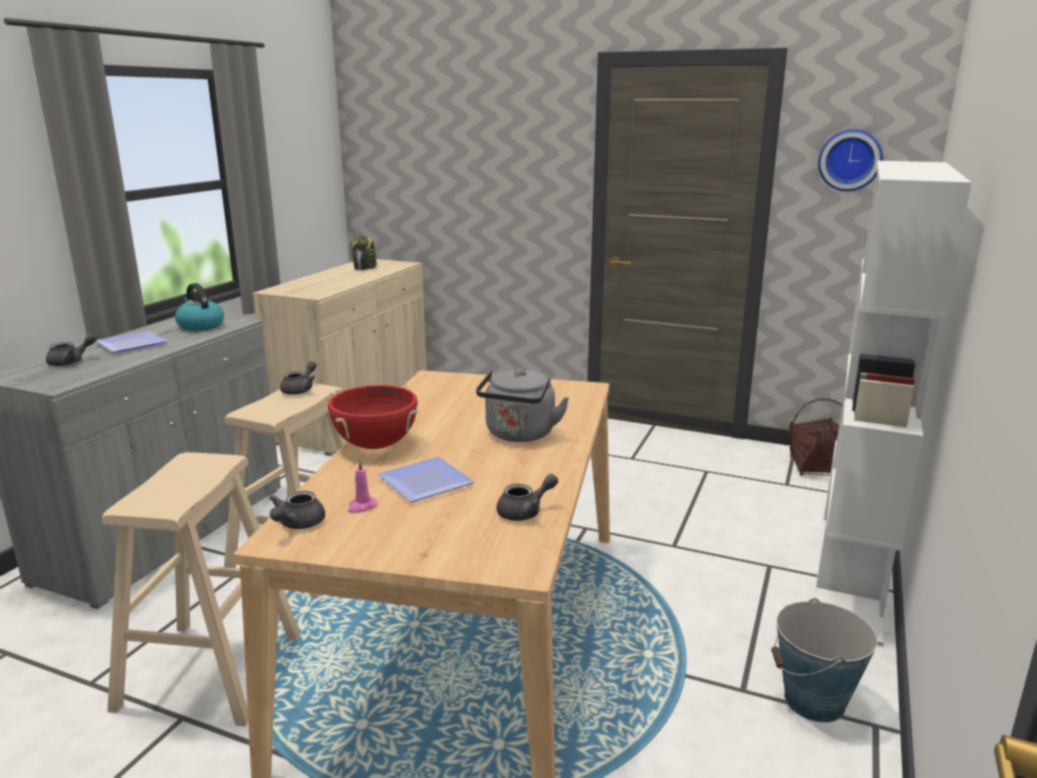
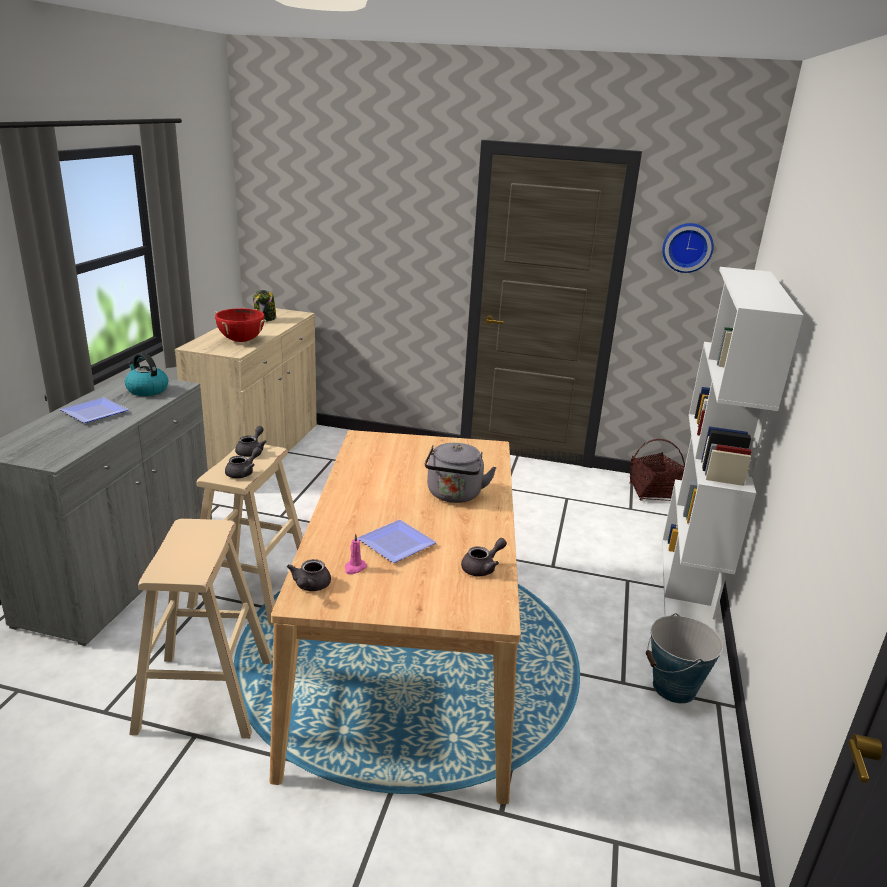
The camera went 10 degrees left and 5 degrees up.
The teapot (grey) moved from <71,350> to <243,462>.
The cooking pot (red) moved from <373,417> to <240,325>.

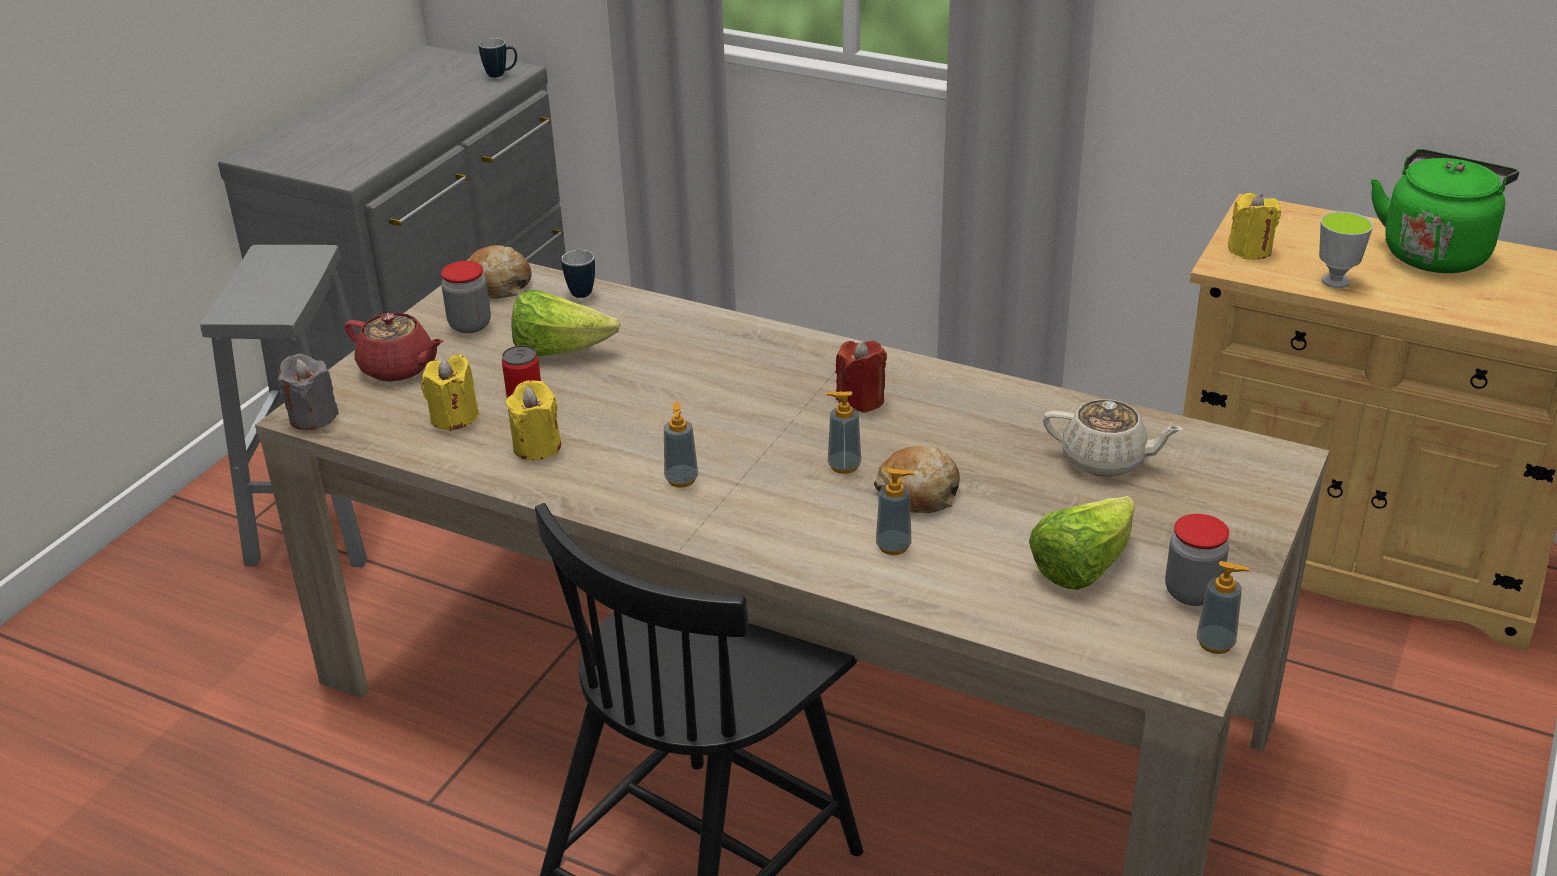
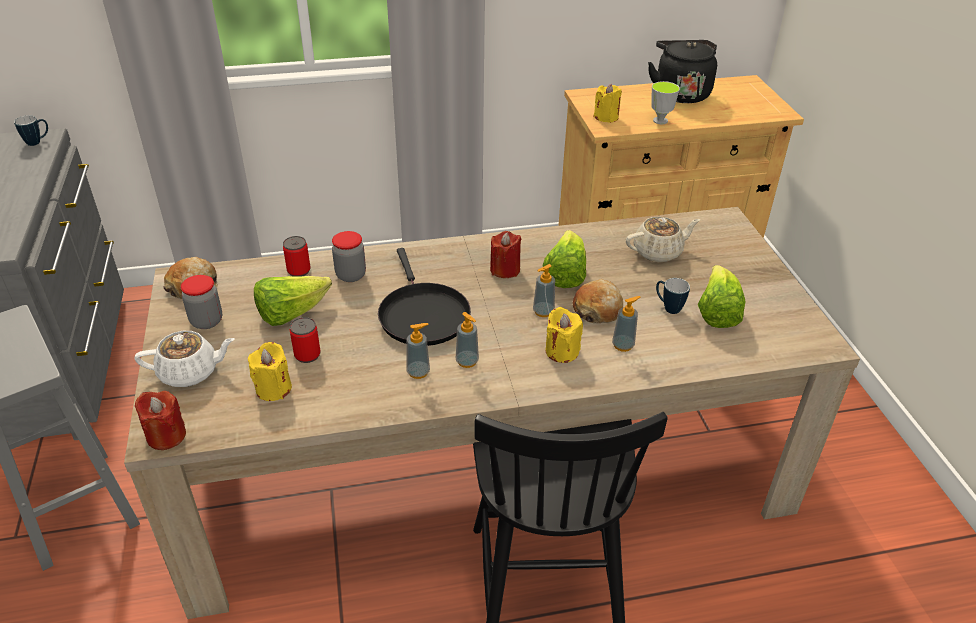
The camera went 40 degrees left and 5 degrees up.
The kettle (green) at <1445,211> became the kettle (black) at <682,71>.
The mug moved from <578,274> to <673,296>.
The teapot (red) at <394,347> became the teapot (white) at <185,359>.
The candle (grey) at <308,391> became the candle (red) at <160,420>.
The candle (yellow) moved from <533,420> to <564,335>.
The jar moved from <1197,560> to <349,256>.
The soap dispenser moved from <1223,607> to <418,351>.
The lettuce at <564,259> appeared.
The can at <296,256> appeared.
The frying pan (black) at <424,297> appeared.

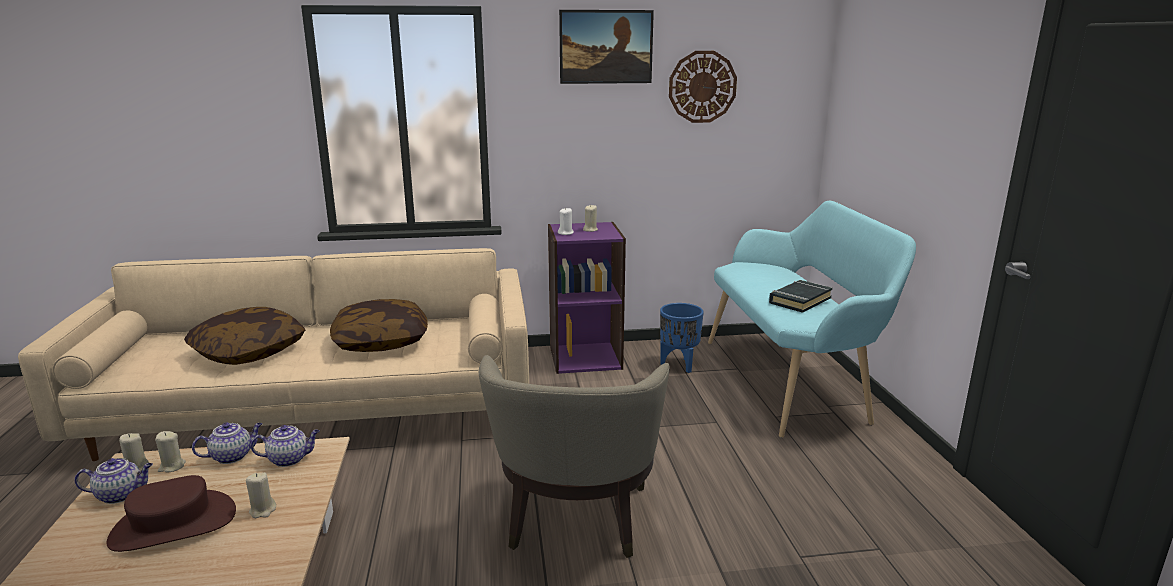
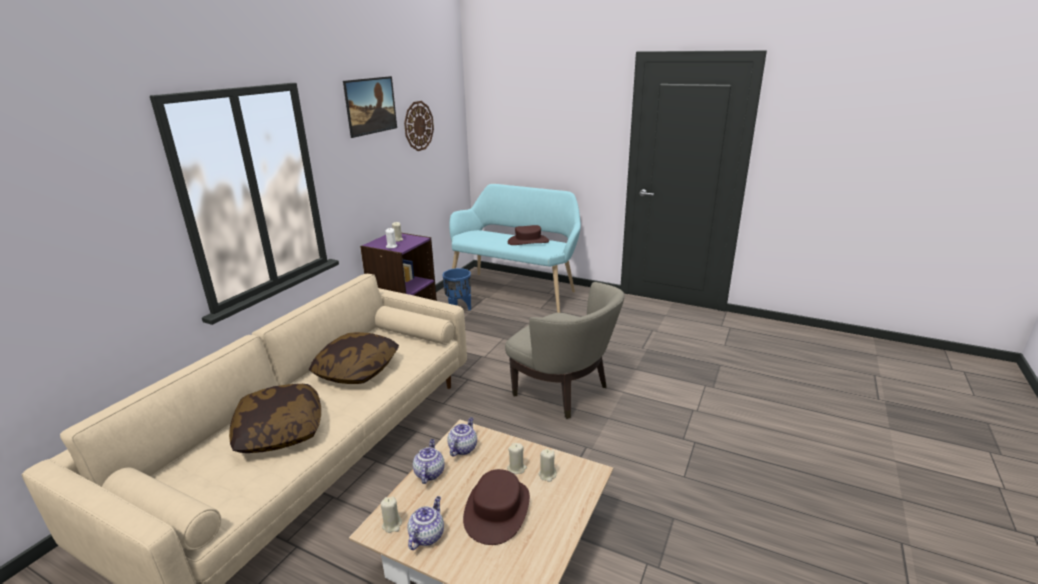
The camera went 55 degrees left and 5 degrees up.
The book (black) at <801,296> was replaced by the hat (brown) at <528,235>.
The candle (beige) moved from <170,452> to <548,465>.

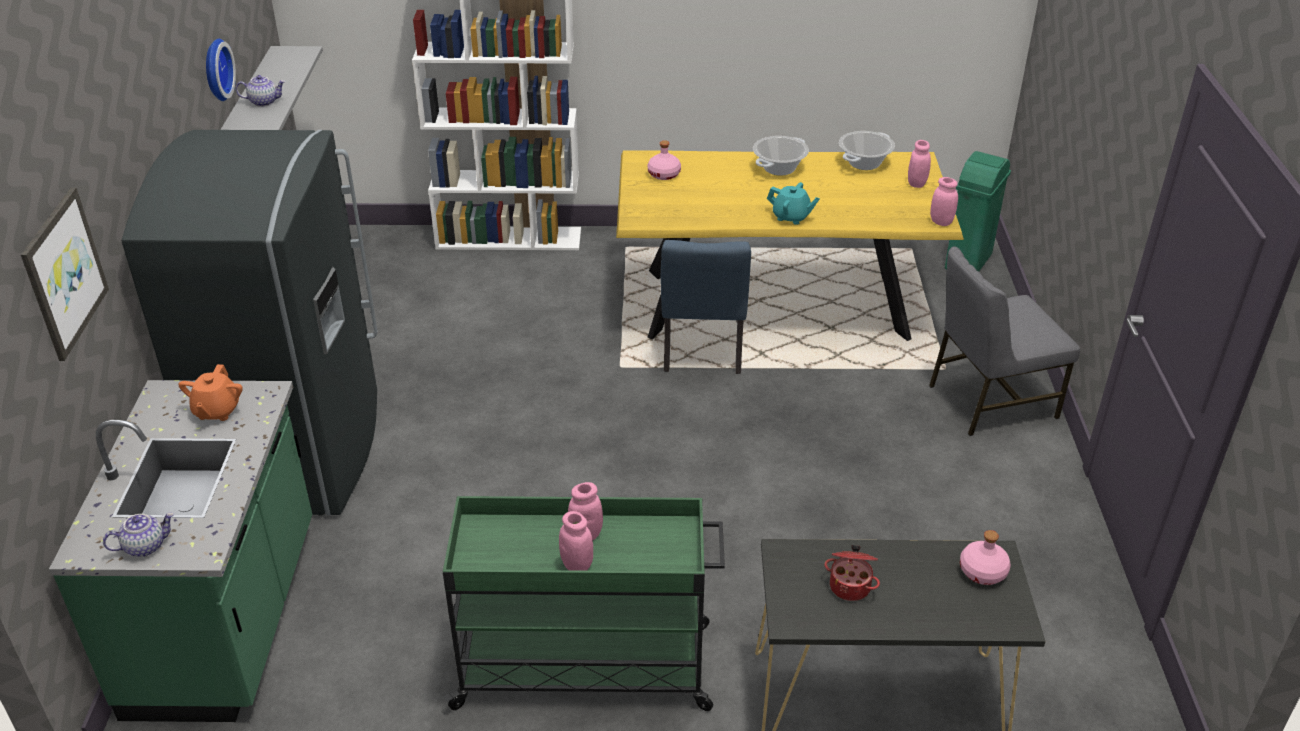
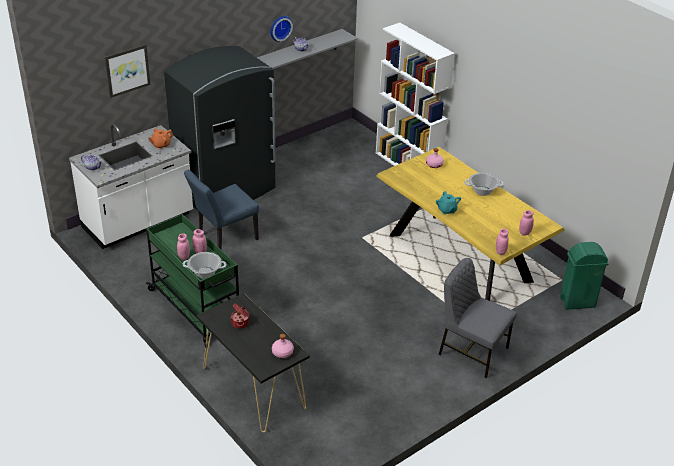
The camera went 50 degrees right and 0 degrees up.
The cooking pot moved from <867,150> to <205,265>.
The chair (blue) moved from <705,307> to <221,209>.
The counter (green) at <180,551> became the counter (white) at <131,186>.

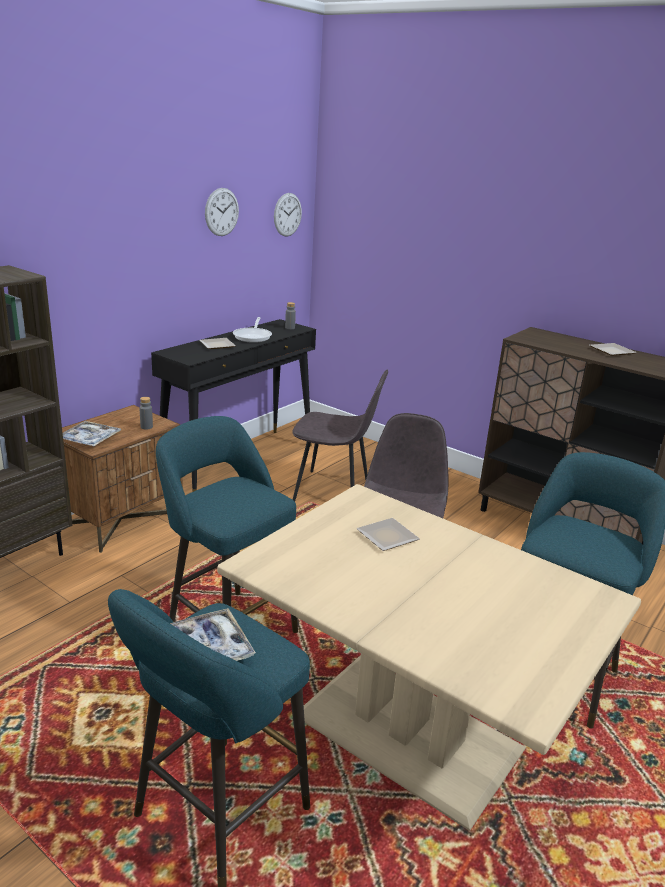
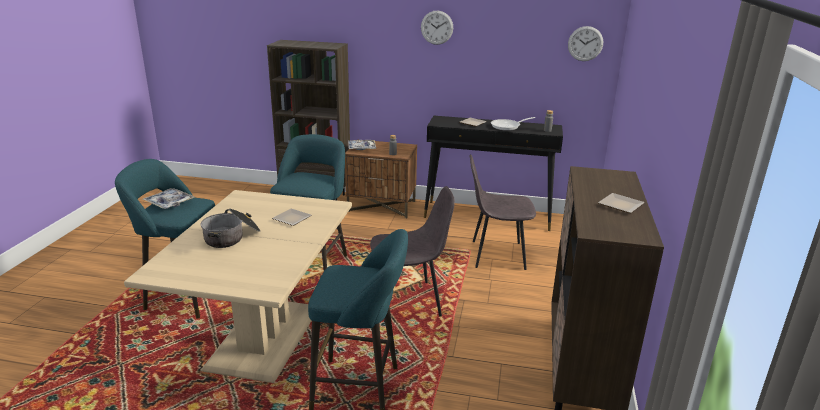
The camera went 65 degrees right and 0 degrees up.
The wall clock moved from <222,212> to <437,27>.
The chair (grey) at <340,435> turned 105 degrees clockwise.
The cooking pot at <230,228> appeared.

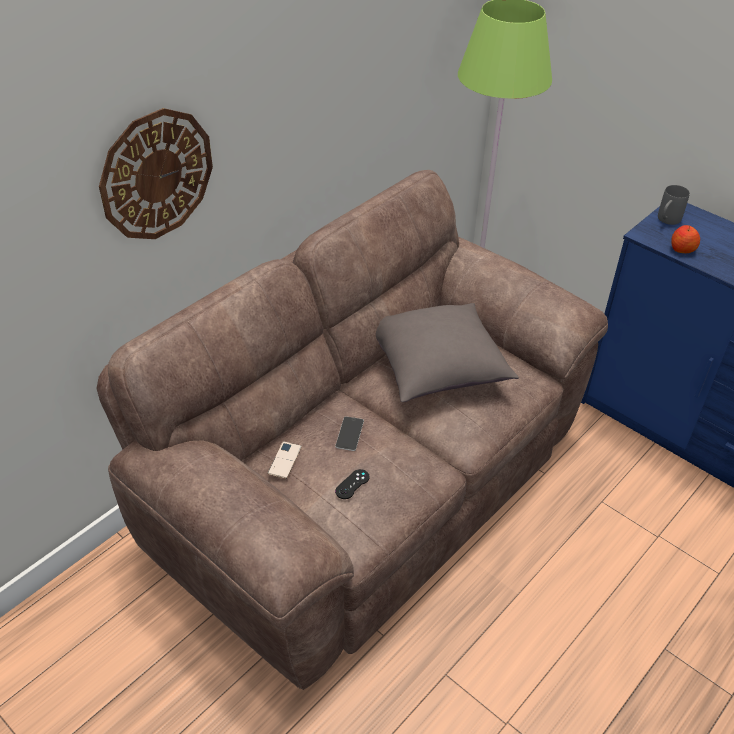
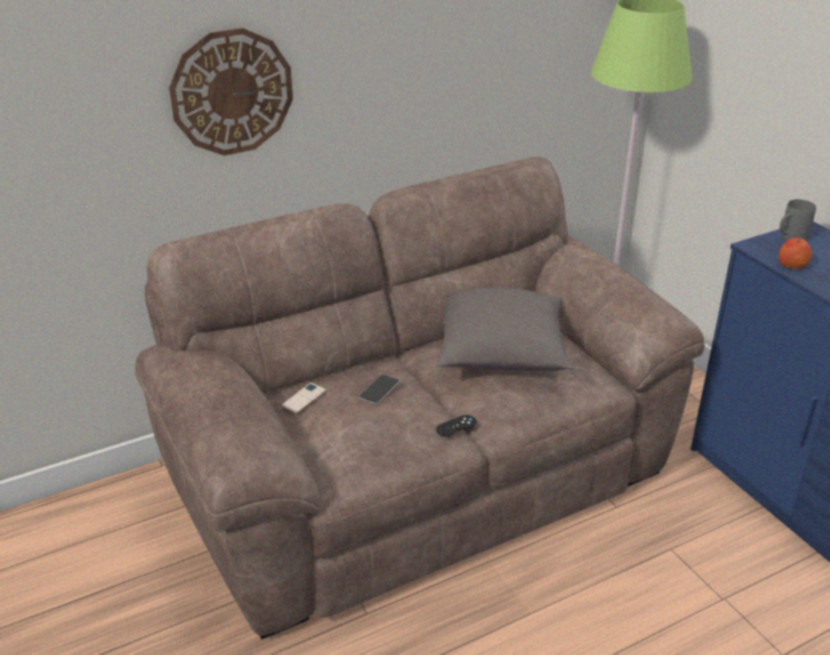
The camera went 20 degrees right and 10 degrees down.
The game controller (black) moved from <352,484> to <456,426>.

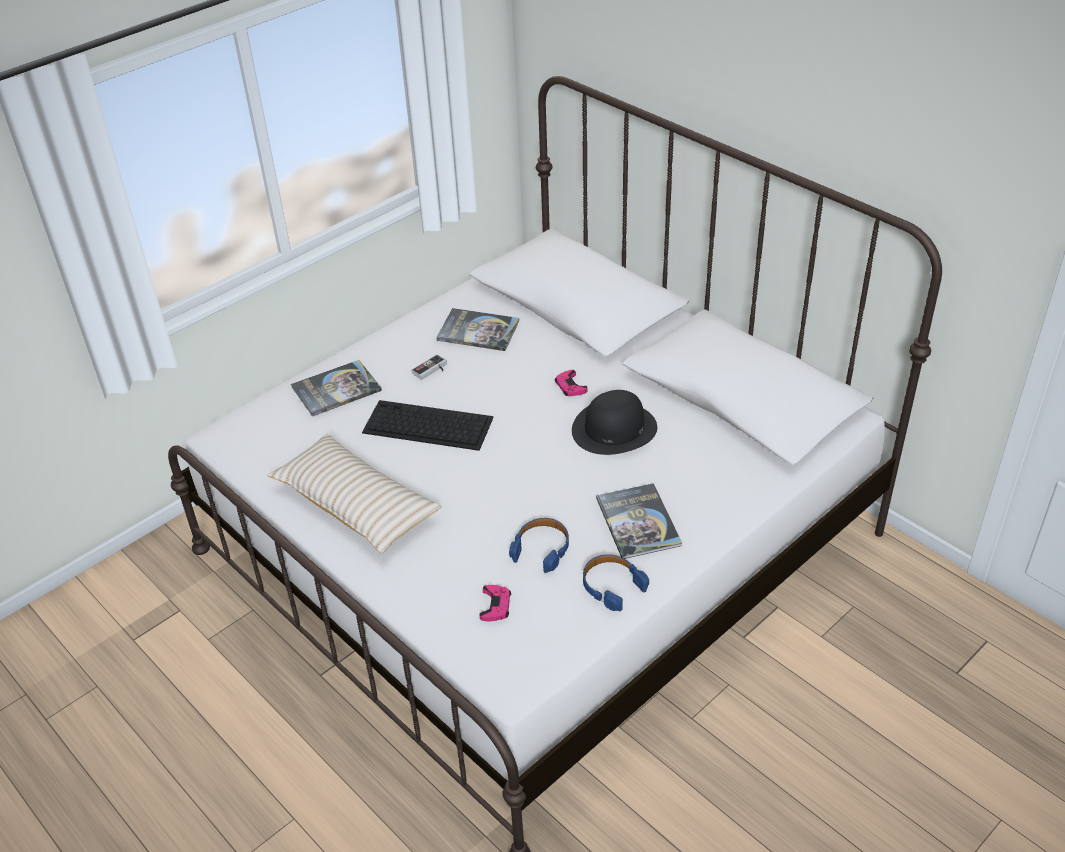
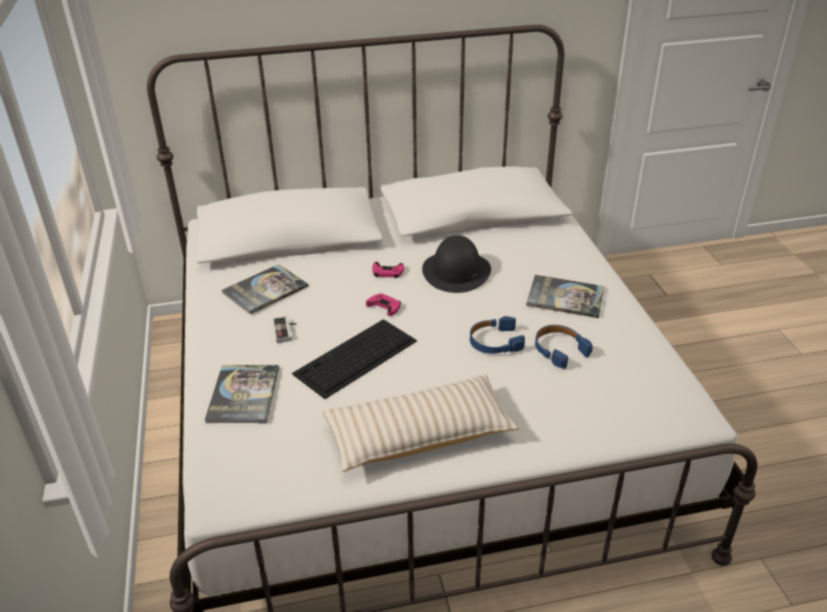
The camera went 60 degrees left and 5 degrees down.
The headphones (blue) moved from <616,583> to <497,335>.
The game controller (pink) moved from <495,603> to <383,304>.

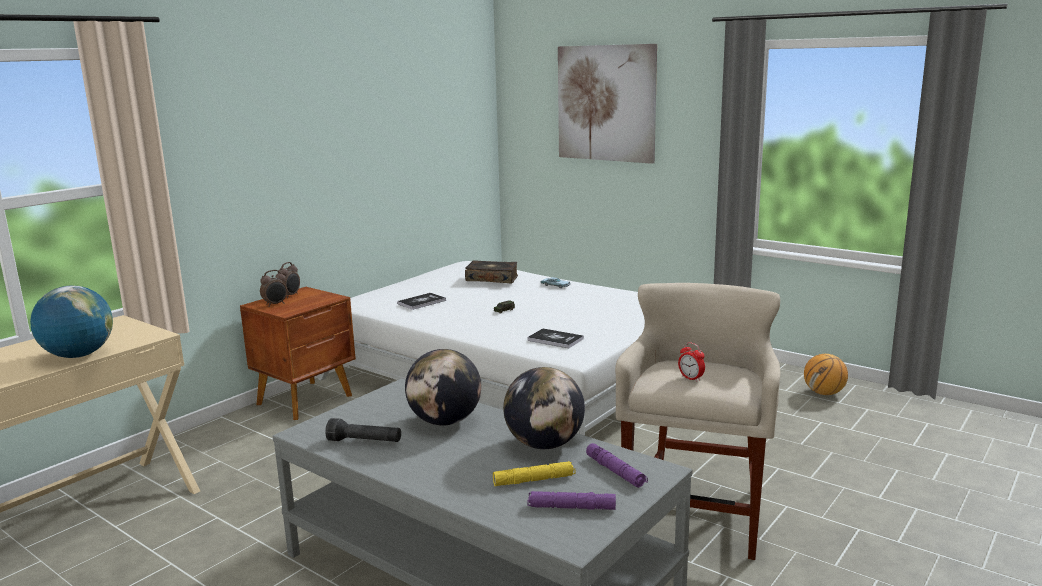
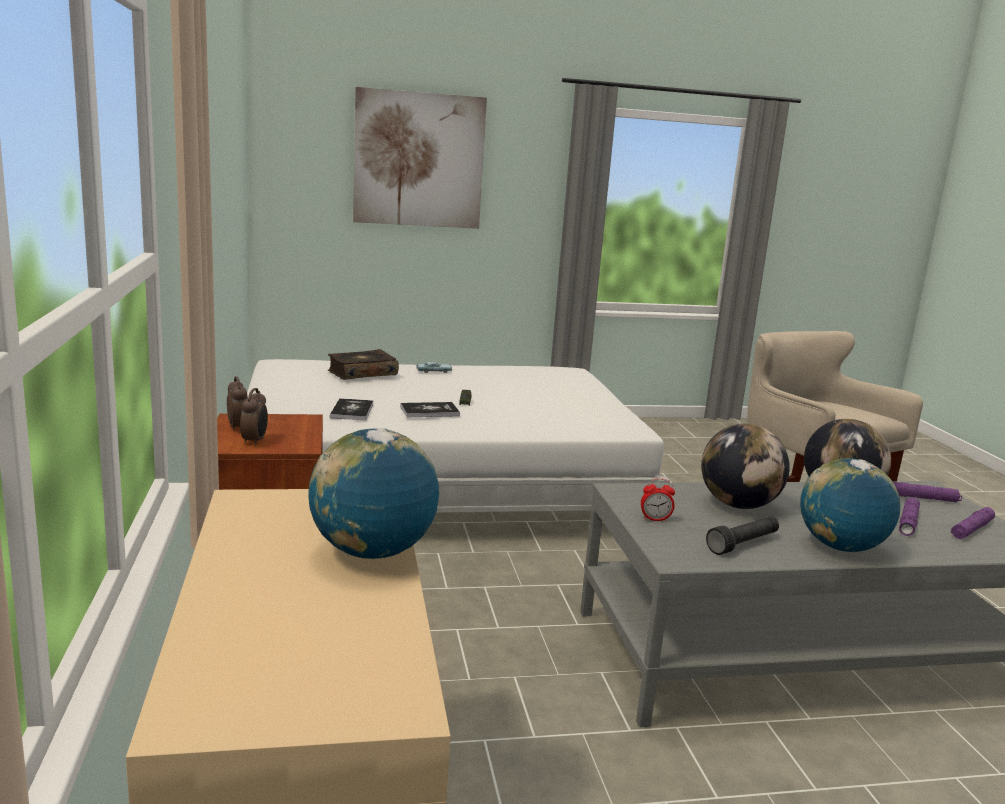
The camera went 50 degrees left and 0 degrees up.
The book moved from <555,338> to <430,409>.
The alarm clock moved from <691,362> to <658,500>.
The basketball at <826,374> disappeared.
The flashlight (yellow) at <534,473> became the flashlight (purple) at <909,516>.
The globe at <850,505> appeared.

